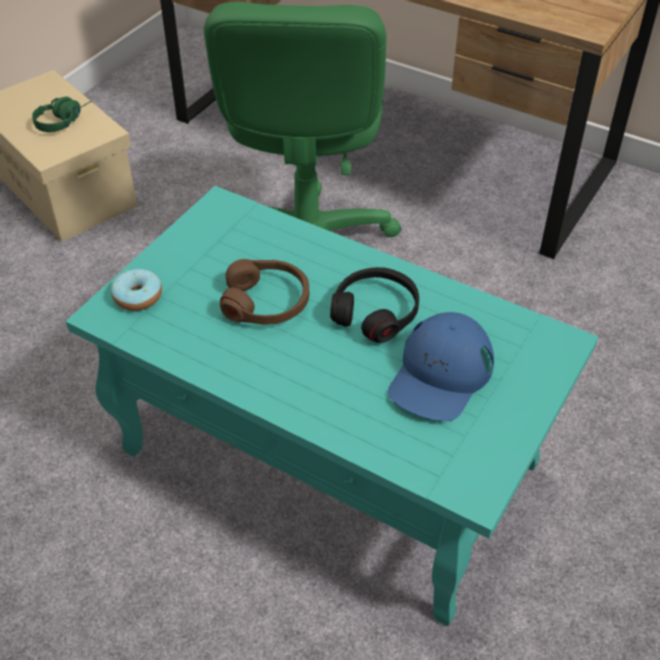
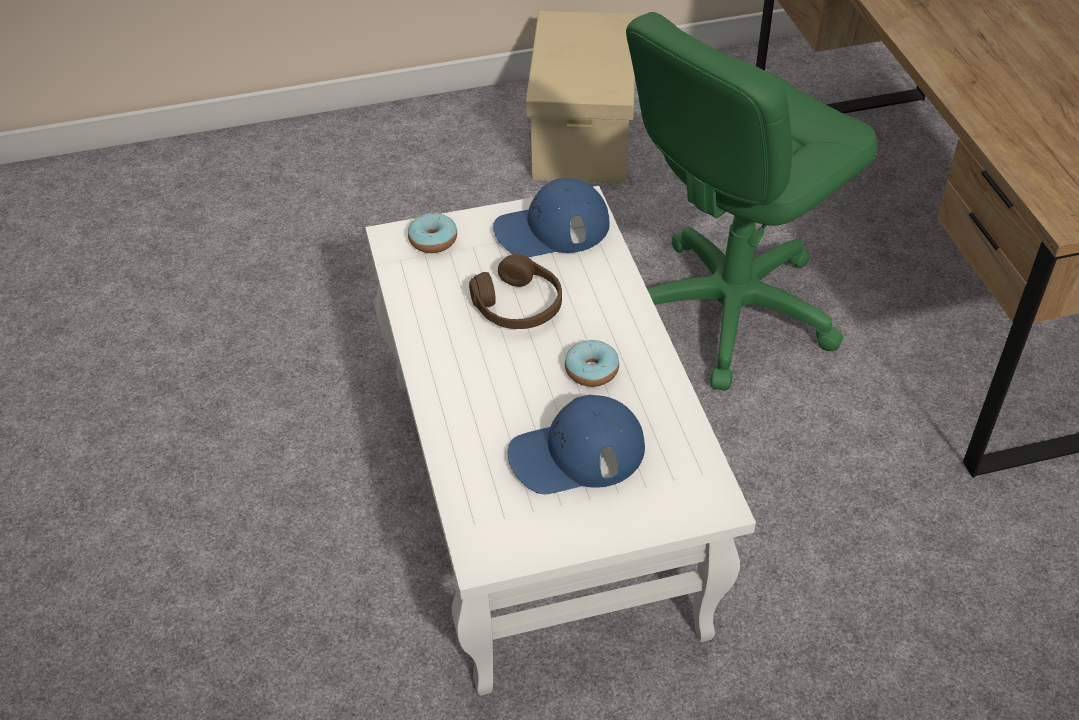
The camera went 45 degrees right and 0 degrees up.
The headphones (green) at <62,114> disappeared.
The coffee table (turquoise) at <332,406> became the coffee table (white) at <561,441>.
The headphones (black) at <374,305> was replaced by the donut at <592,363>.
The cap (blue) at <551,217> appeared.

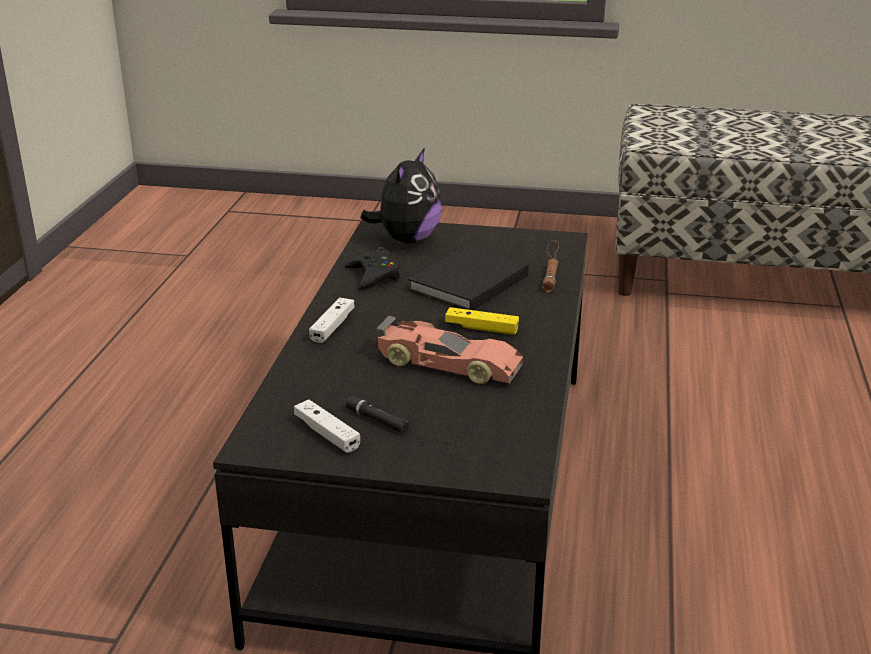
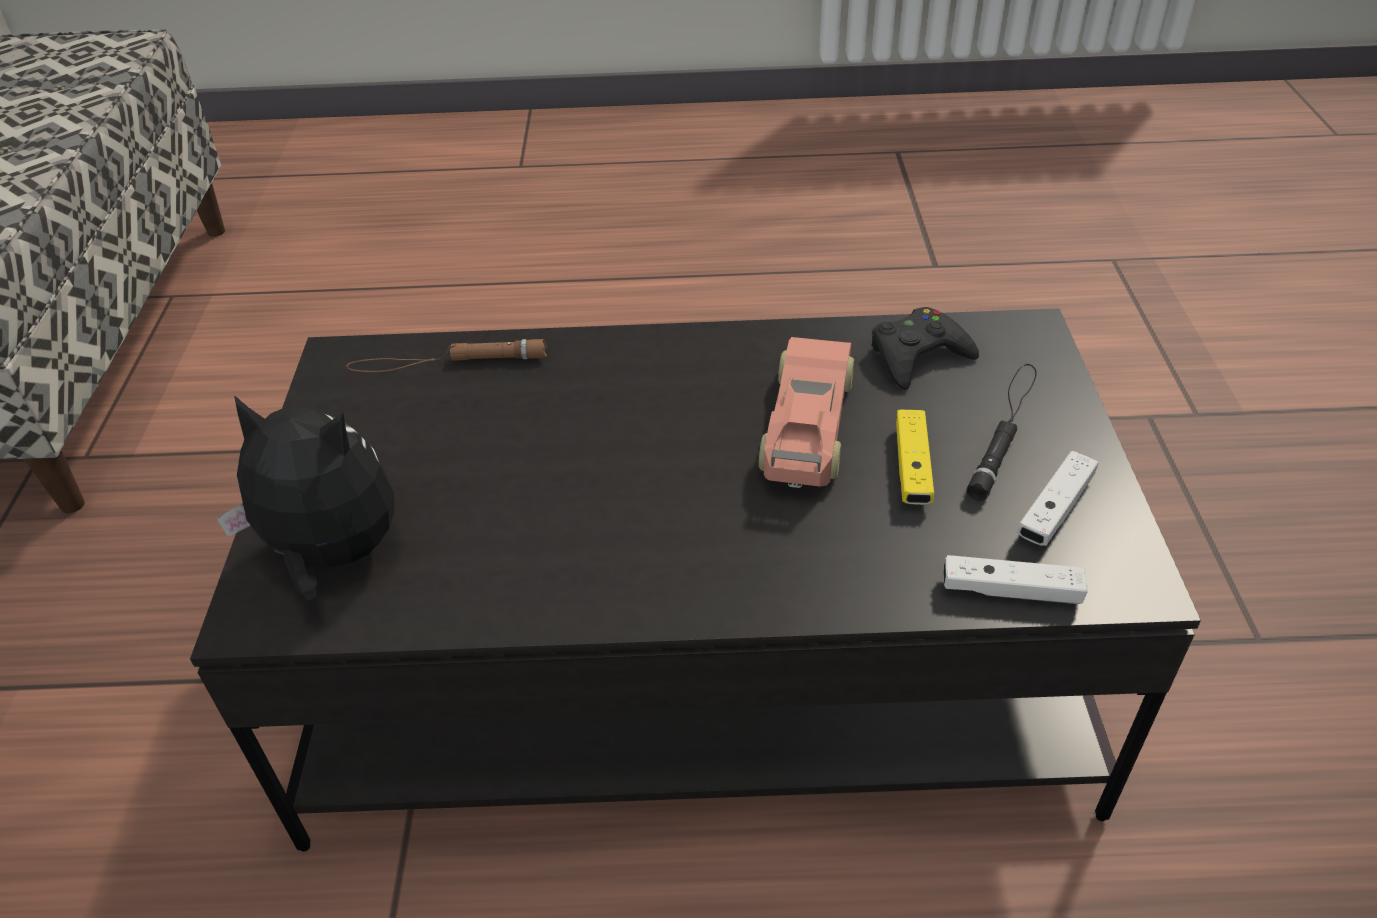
The camera went 100 degrees left and 15 degrees up.
The book (black) at <468,277> disappeared.
The game controller (black) moved from <372,268> to <925,348>.
The game controller (white) moved from <332,320> to <1016,579>.
The game controller (yellow) moved from <482,321> to <915,457>.

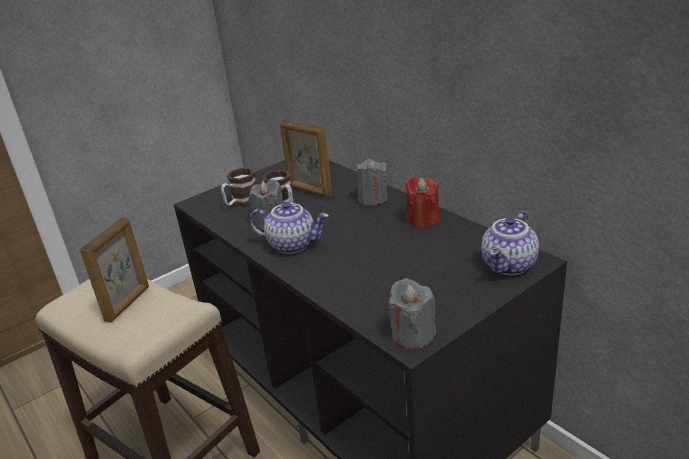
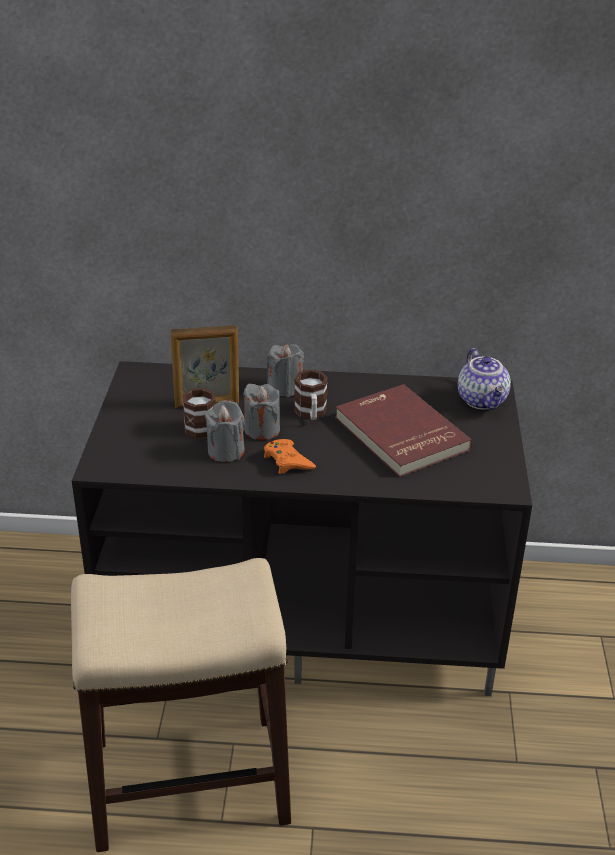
The camera went 50 degrees left and 5 degrees up.
The mug moved from <238,187> to <311,394>.
The candle (red) at <422,202> disappeared.
The teapot at <289,227> was replaced by the game controller (orange) at <290,456>.
The picture frame at <114,270> disappeared.
The candle (grey) moved from <412,313> to <261,411>.
The book (red) at <404,430> appeared.

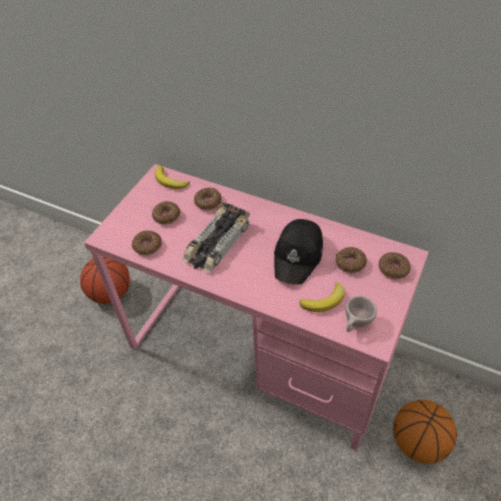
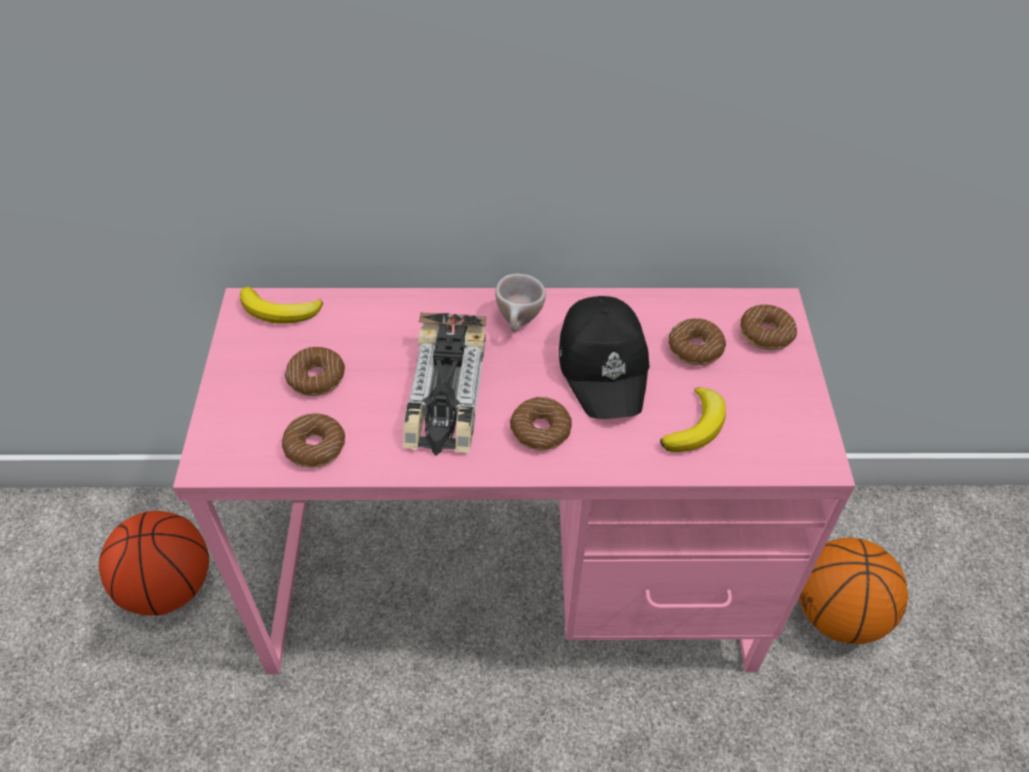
The camera went 30 degrees left and 0 degrees up.
The donut moved from <208,199> to <541,424>.
The cup (beige) moved from <361,313> to <520,303>.

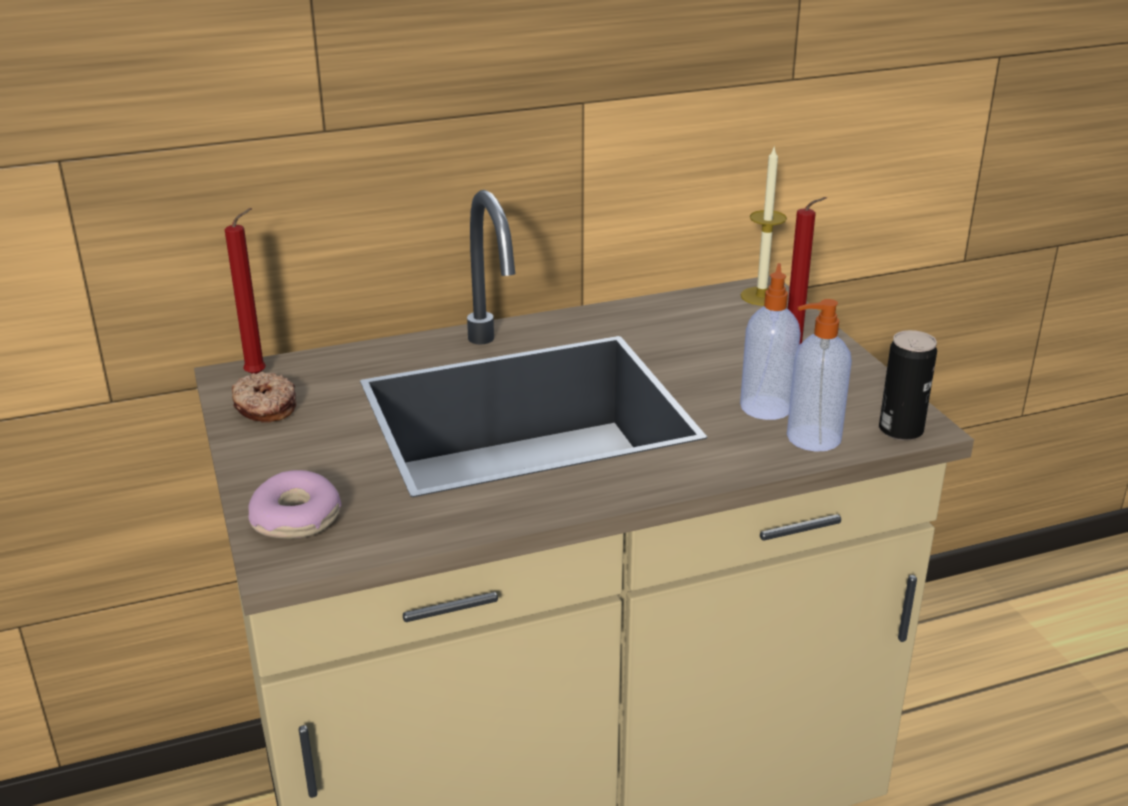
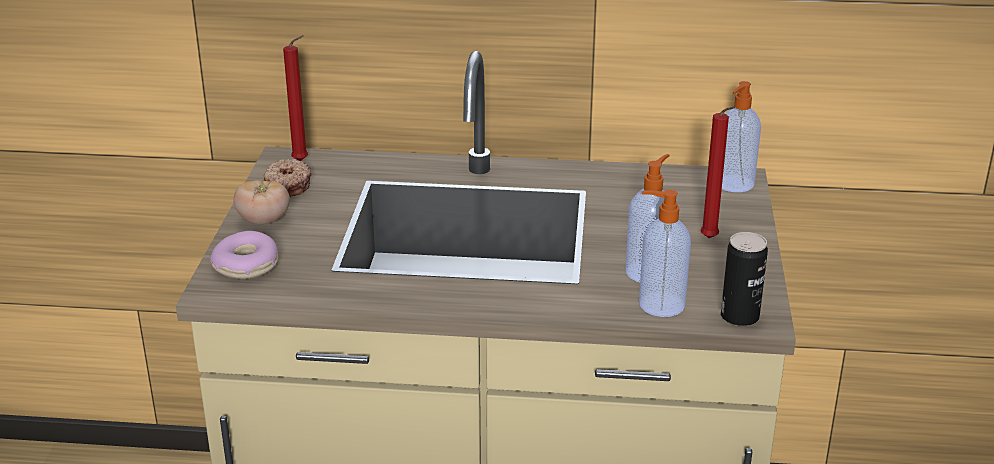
The camera went 25 degrees right and 0 degrees up.
The candle at <764,225> was replaced by the soap dispenser at <741,136>.
The tomato at <261,201> appeared.

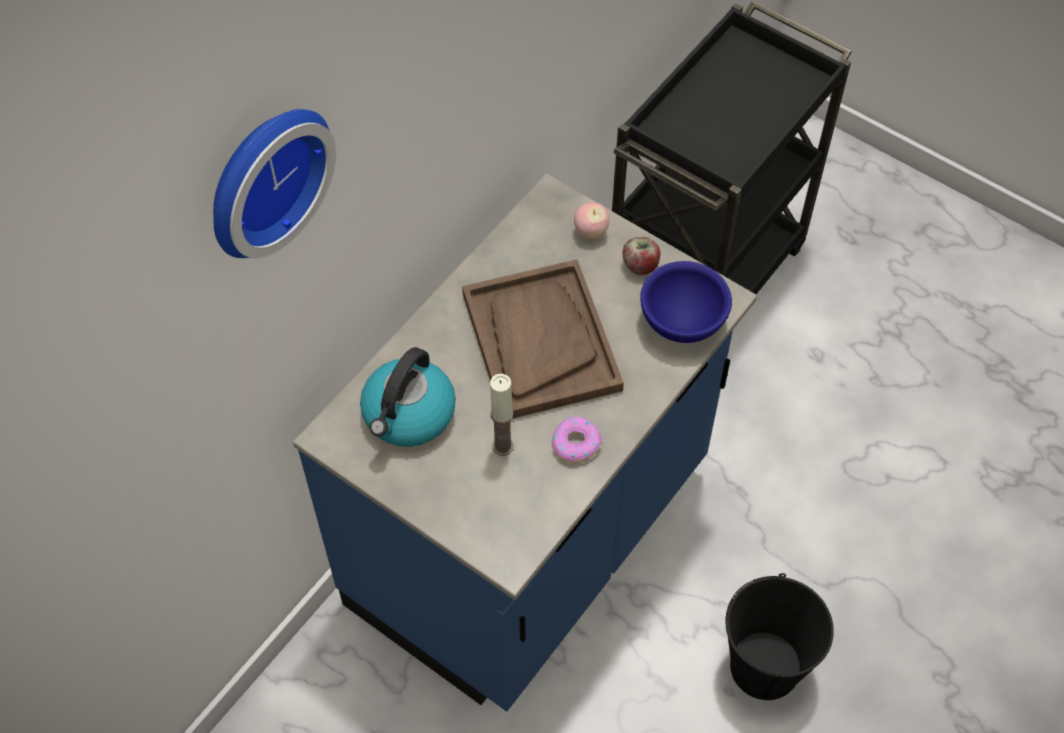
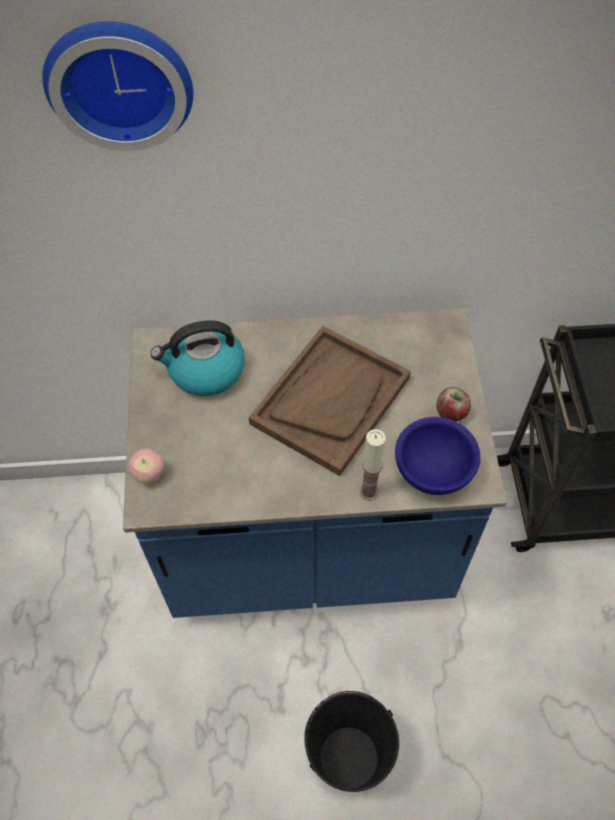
The camera went 50 degrees right and 0 degrees up.
The apple moved from <591,221> to <146,466>.
The candle moved from <502,414> to <373,465>.
The donut at <577,440> disappeared.

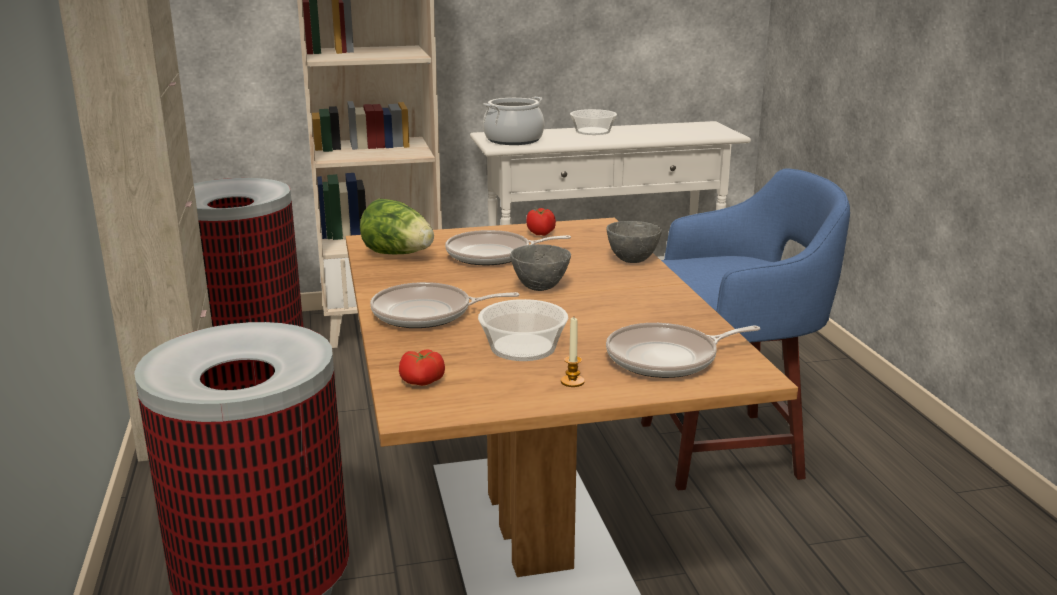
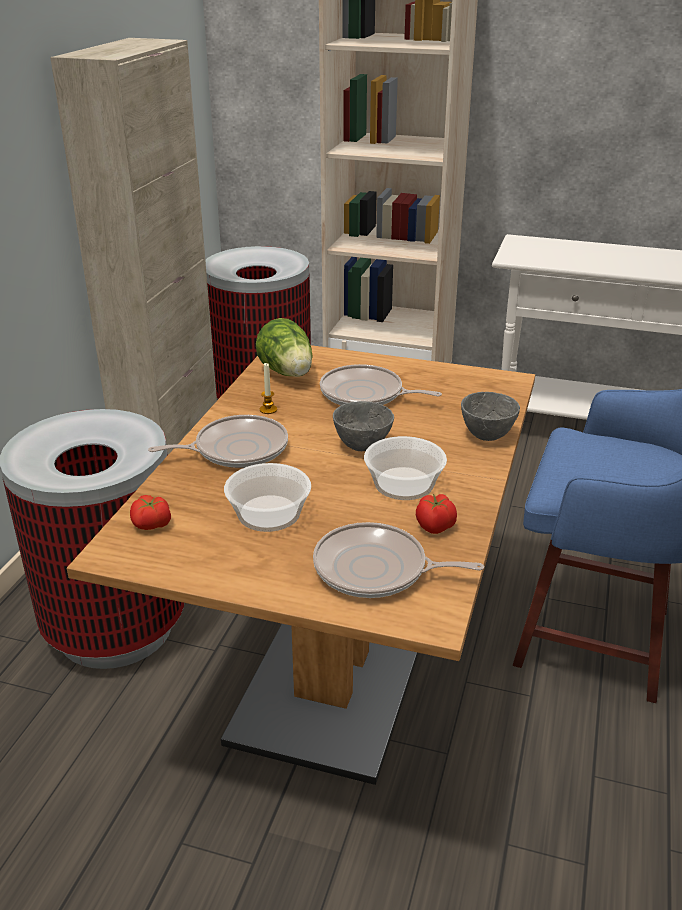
The camera went 30 degrees right and 10 degrees up.
The cooking pot at <513,121> disappeared.
The bowl moved from <593,122> to <405,468>.
The tomato moved from <541,222> to <436,513>.
The frying pan at <445,305> turned 135 degrees clockwise.
The candle moved from <573,352> to <268,388>.

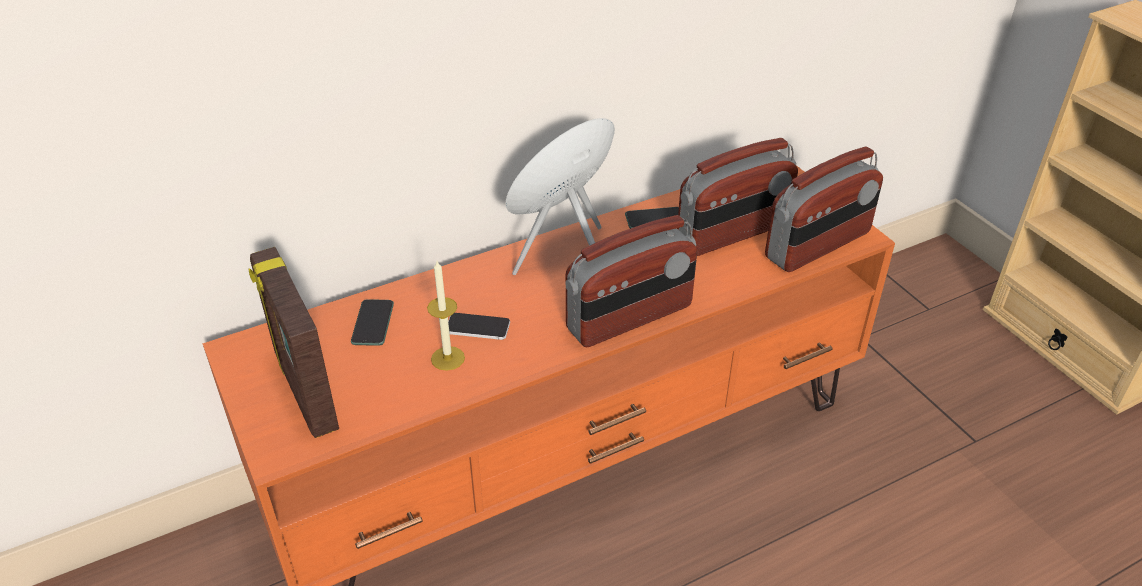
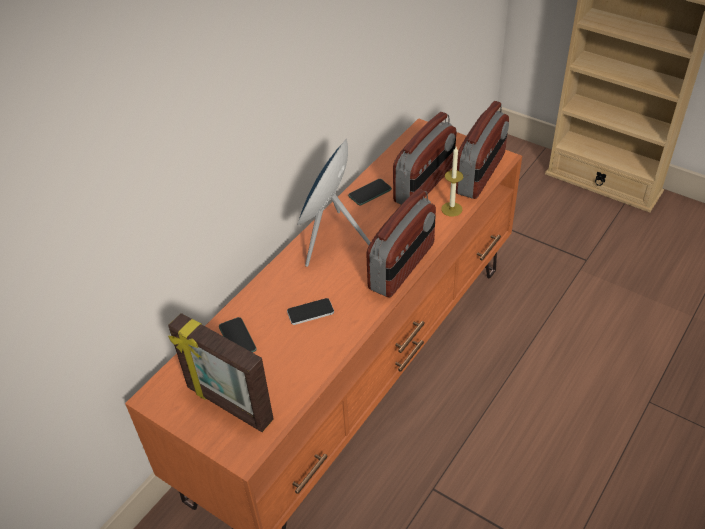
The camera went 25 degrees left and 5 degrees up.
The candle moved from <446,316> to <452,181>.

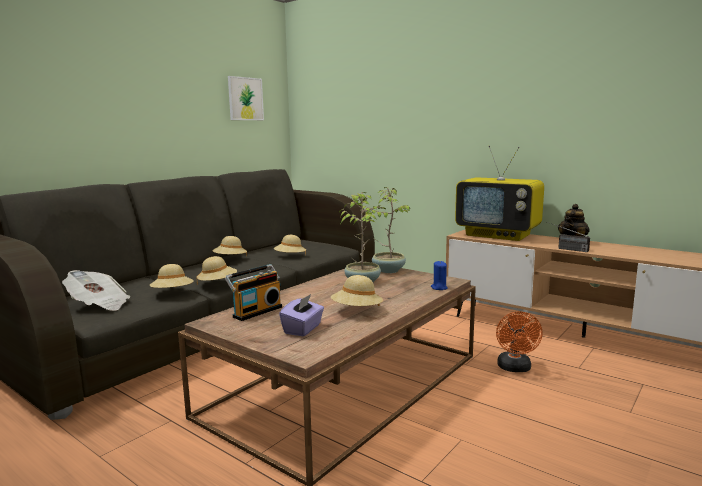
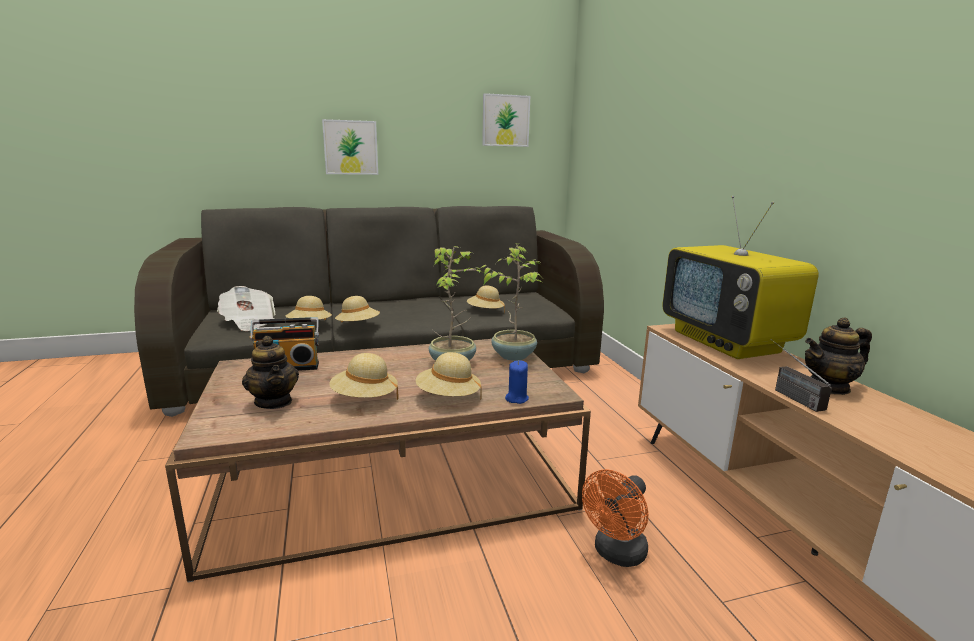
The camera went 35 degrees right and 5 degrees up.
The hat (beige) moved from <229,246> to <449,375>.
The tissue box (purple) at <301,315> was replaced by the teapot at <270,372>.
The picture at <350,147> appeared.

